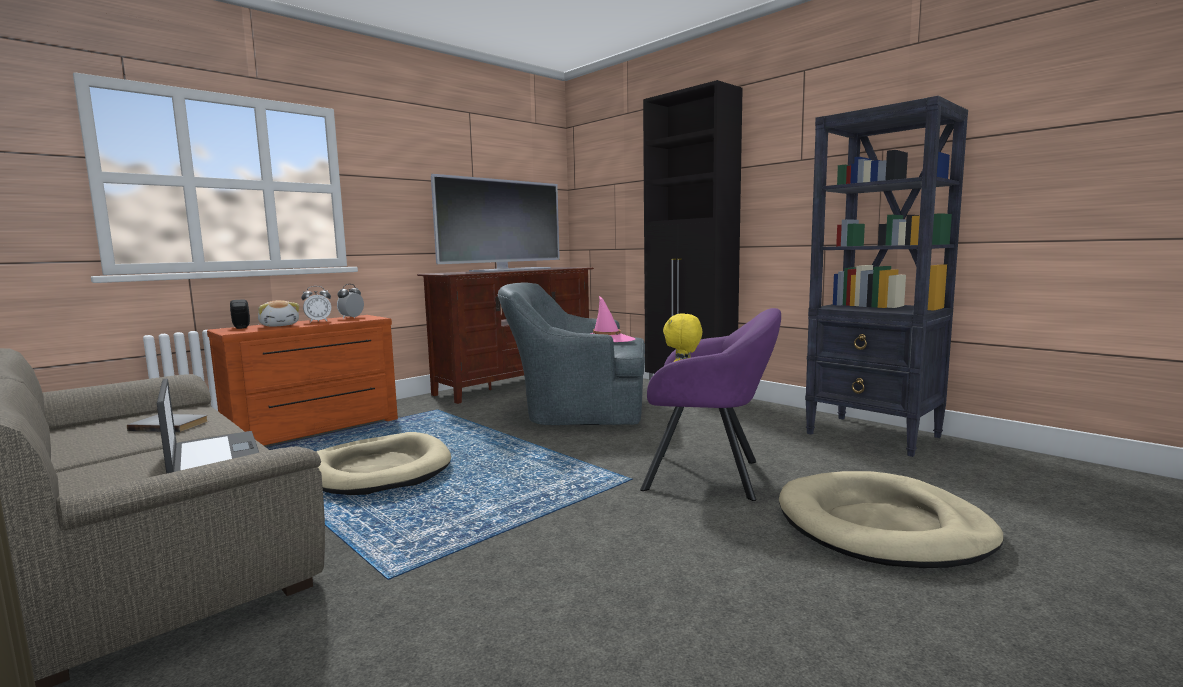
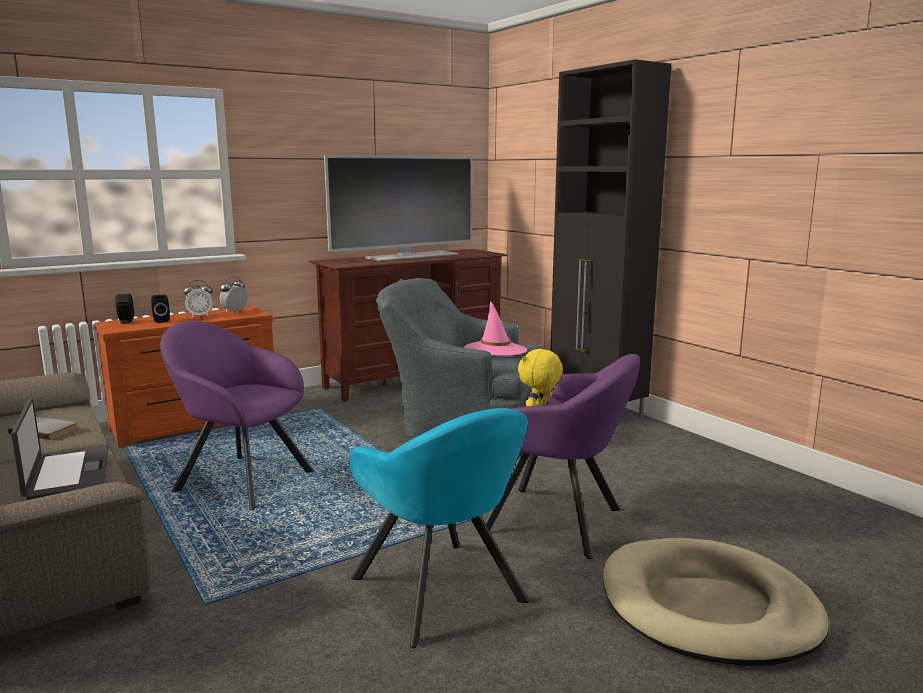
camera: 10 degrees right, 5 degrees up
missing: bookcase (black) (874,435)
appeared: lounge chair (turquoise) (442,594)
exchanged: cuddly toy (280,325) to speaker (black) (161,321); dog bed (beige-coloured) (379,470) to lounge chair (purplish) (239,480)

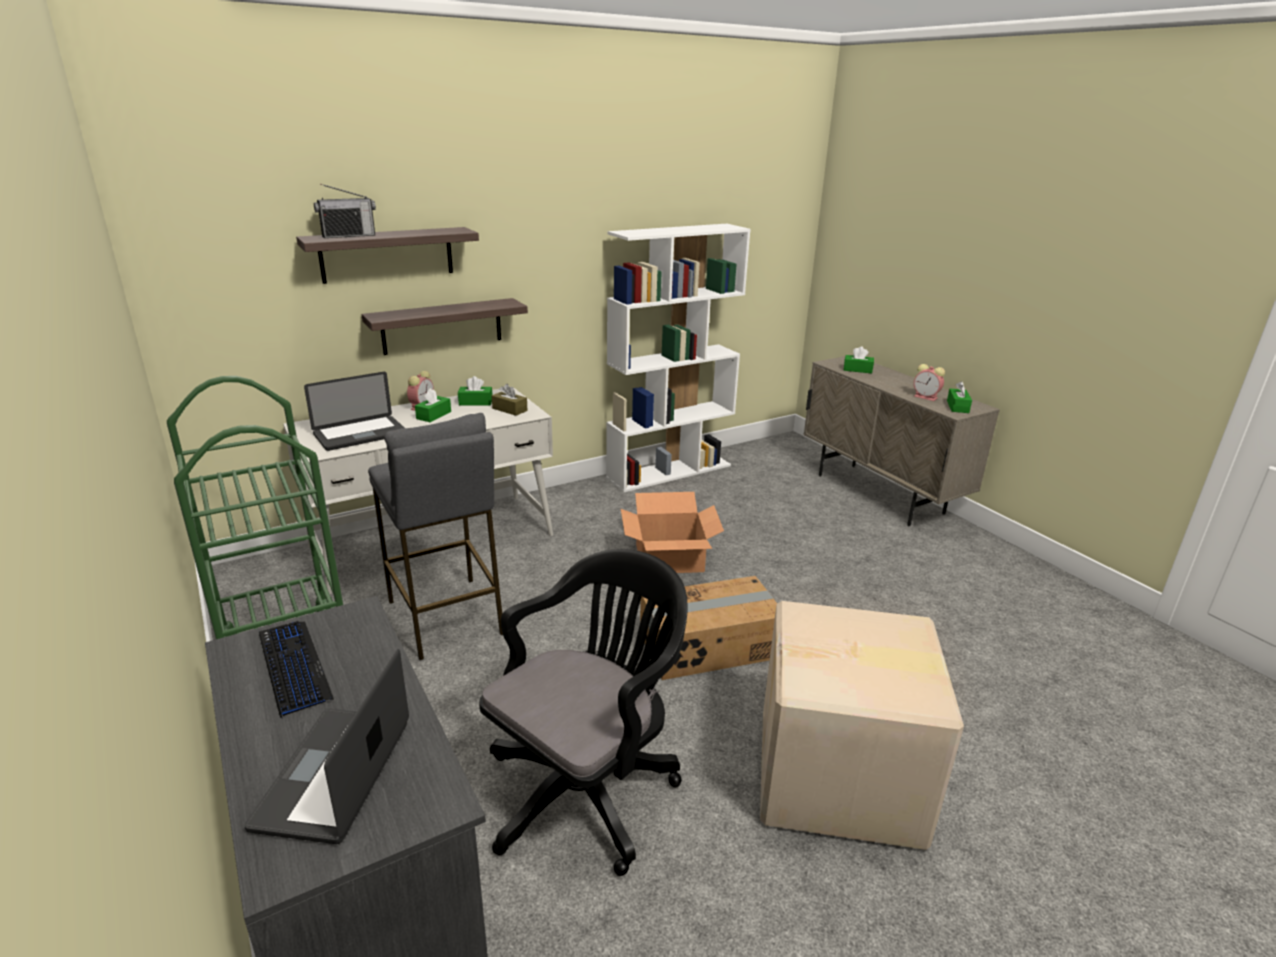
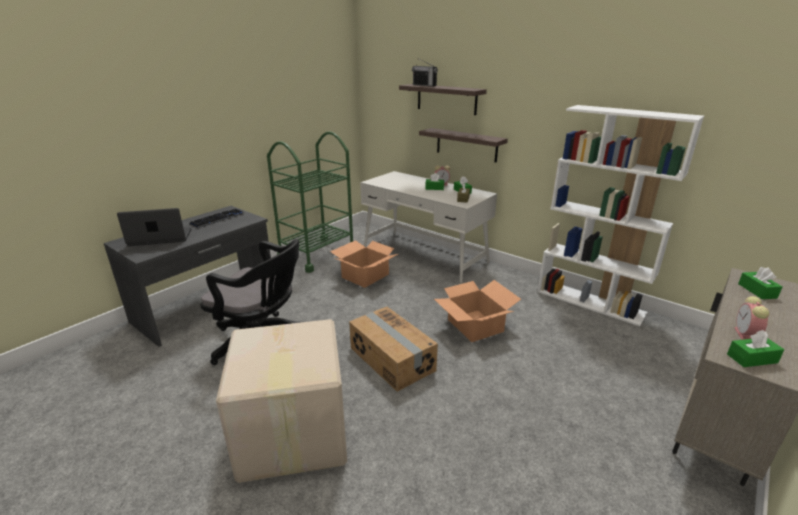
camera: 70 degrees right, 0 degrees up
missing: portable computer (360,434)
exchanged: stool (gray) (445,617) to packing box (365,276)

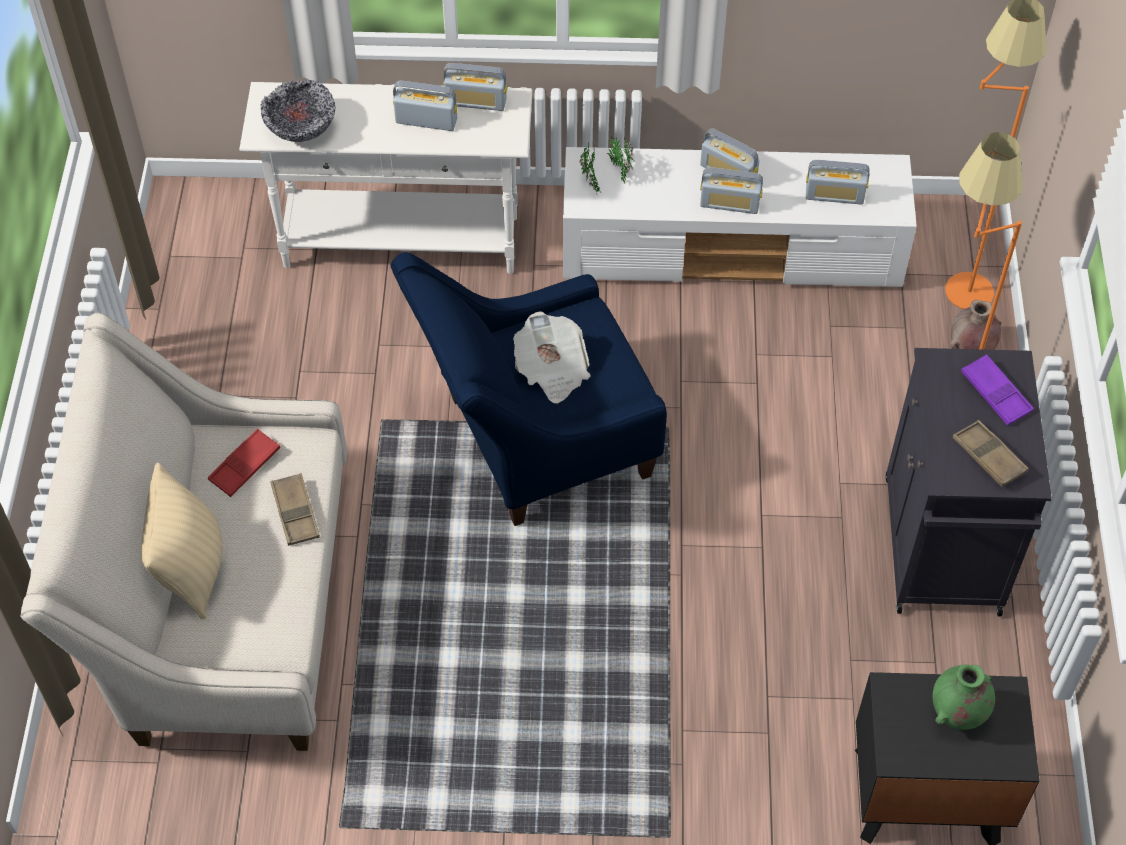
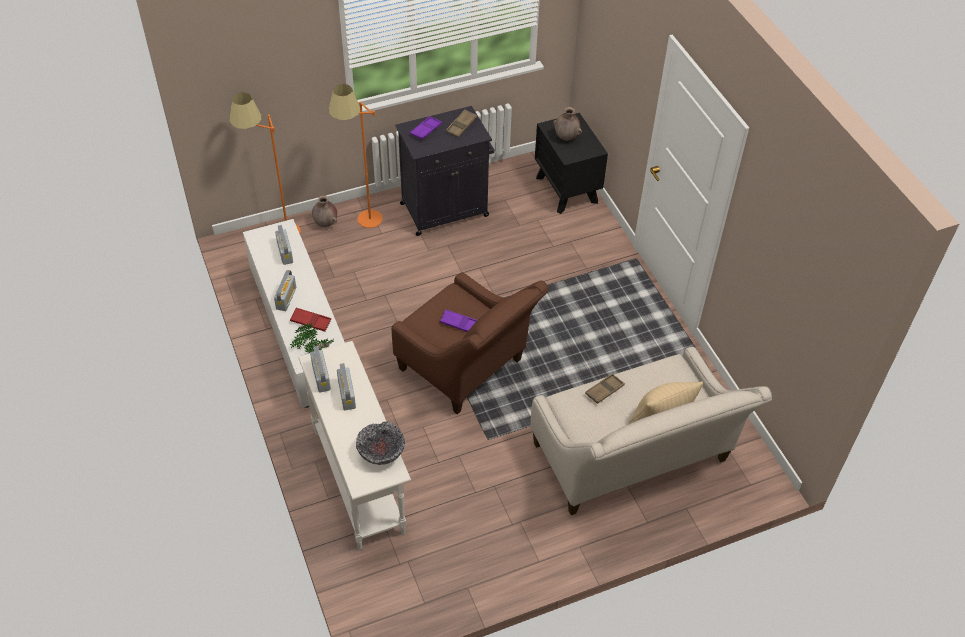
camera: 115 degrees left, 5 degrees down
missing: radio receiver (729,204)
relocated: serving tray (reddish) (245,466) to (310,321)
exchanged: printed paper (552,370) to serving tray (purplish) (460,324)
colour: lounge chair (blue-coloured) (533,442) to lounge chair (brown-coloured) (467,370); decorative vase (green-coloured) (957,714) to decorative vase (brown-coloured) (566,138)

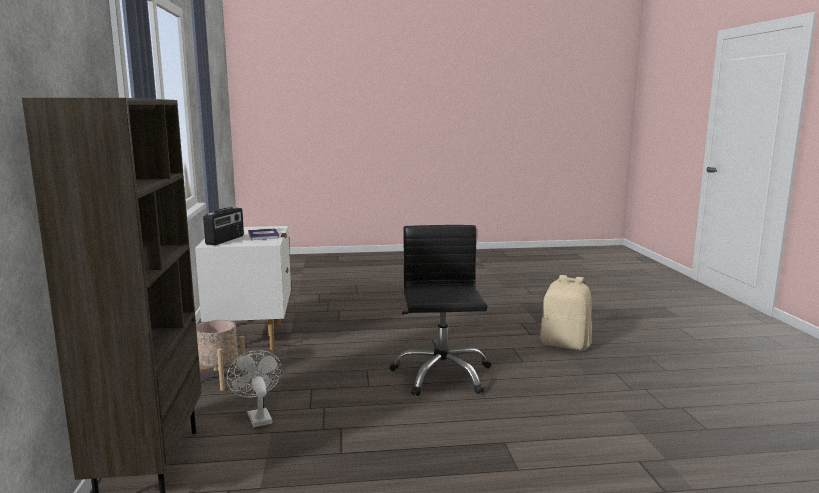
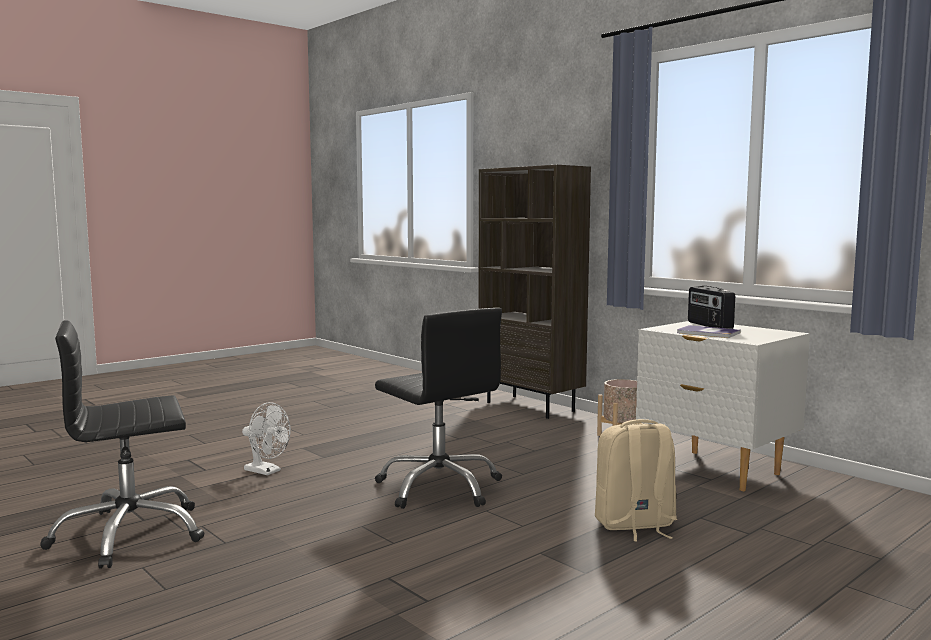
camera: 145 degrees right, 5 degrees down
appeared: office chair (black) (129,534)
relocated: backpack (beige-coloured) (565,344) to (634,525); cooling fan (white-coloured) (257,416) to (267,471)

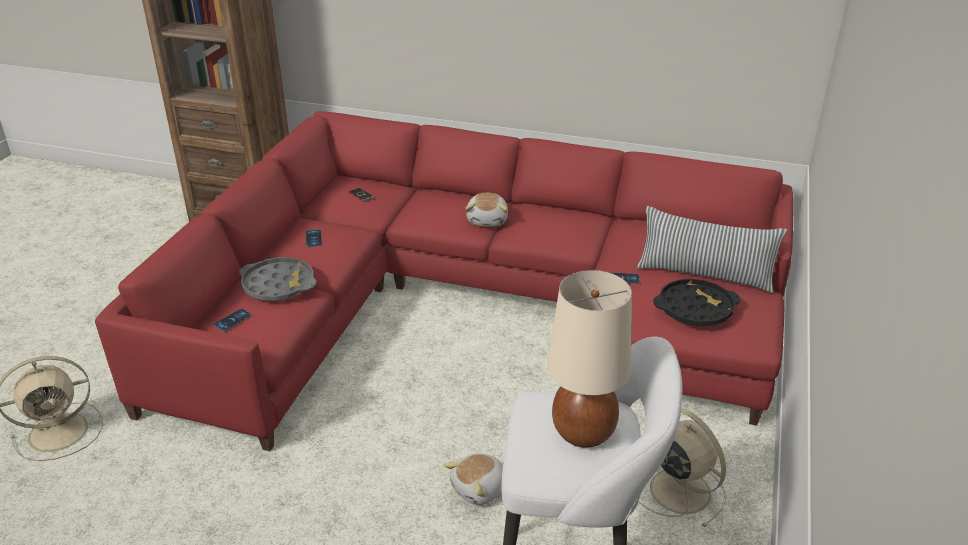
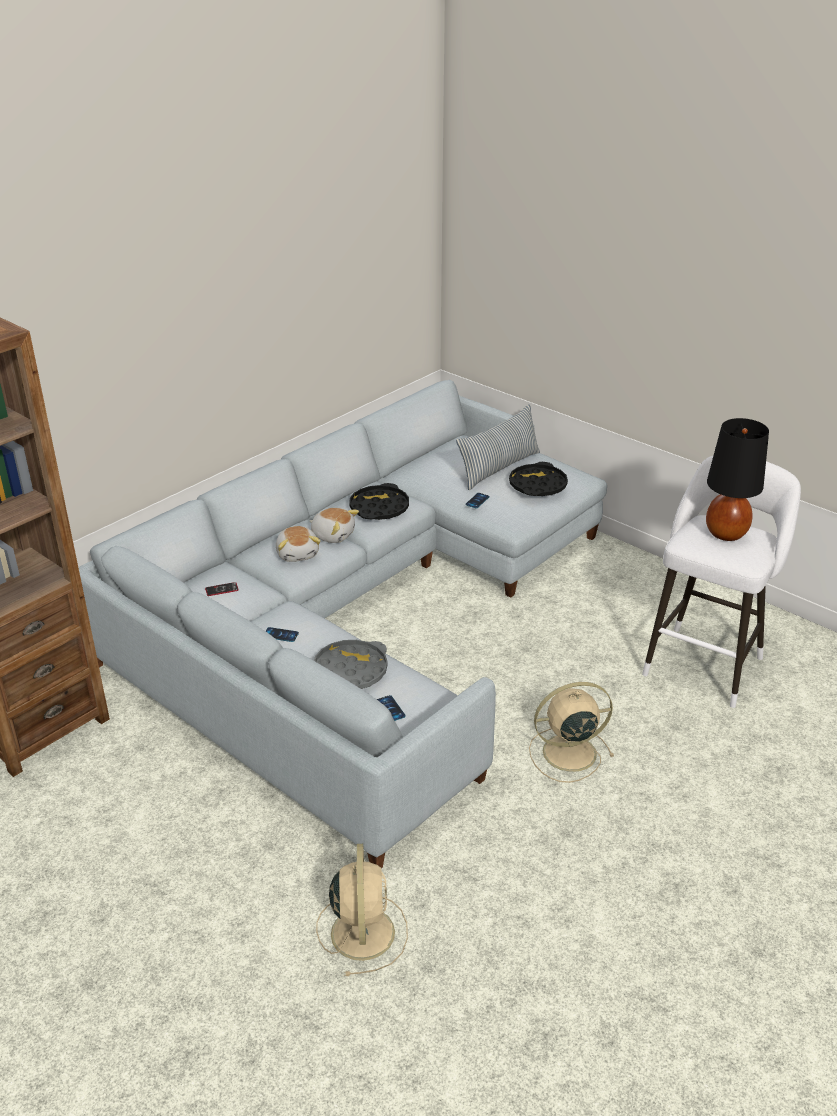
camera: 65 degrees left, 0 degrees up
appeared: serving tray (black) (379,508)
relocated: cooling fan (beige-coloured) (678,489) to (567,753); cuddly toy (480,489) to (298,554)
colour: settee (reddish) (471,306) to settee (gray) (360,615); table lamp (beige-coloured) (584,432) to table lamp (black) (726,533)

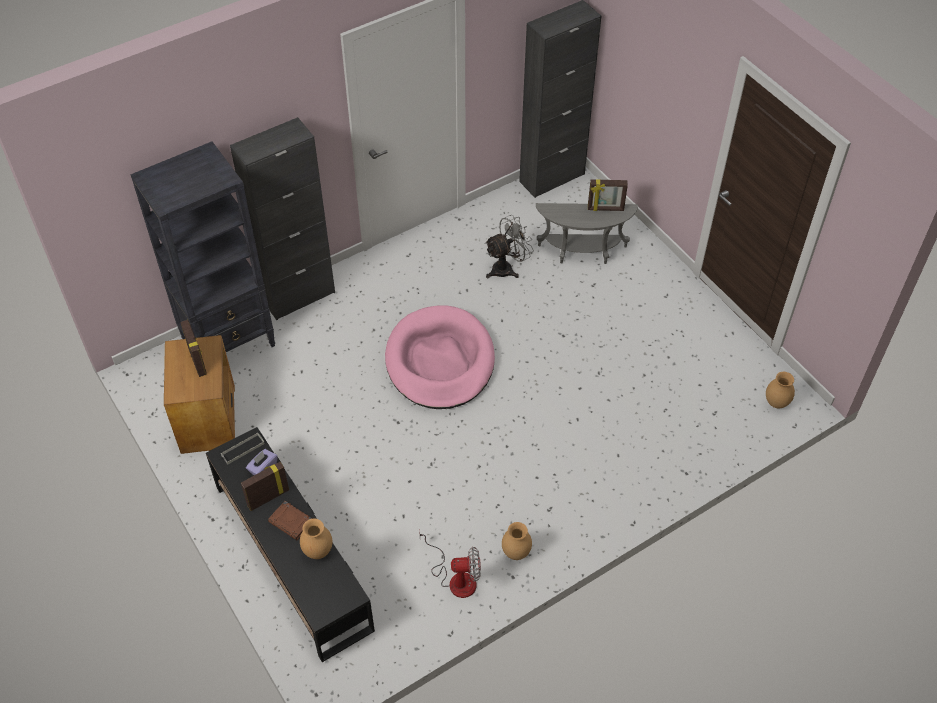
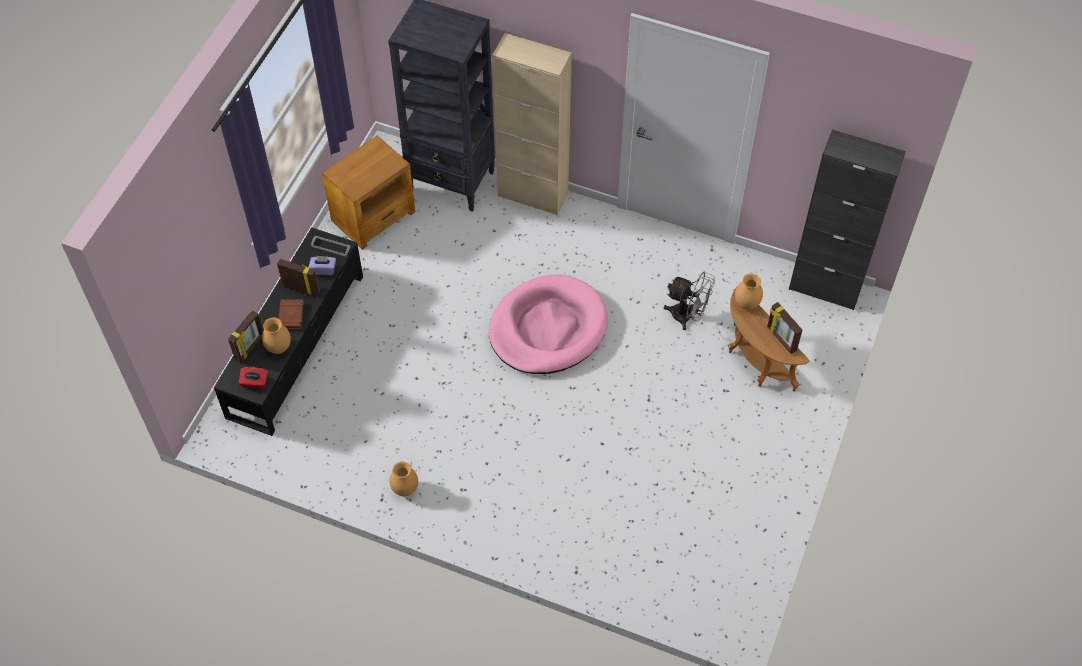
camera: 55 degrees right, 5 degrees up
missing: cooling fan (455,578)
appeared: tissue holder (reddish) (255,383)
relocated: standing frame (198,361) to (250,348); decorative vase (brown-coloured) (776,403) to (746,304)
colour: cabinet (black) (299,296) to cabinet (beige-coloured) (532,195); end table (gray) (582,253) to end table (brown-coloured) (755,362)

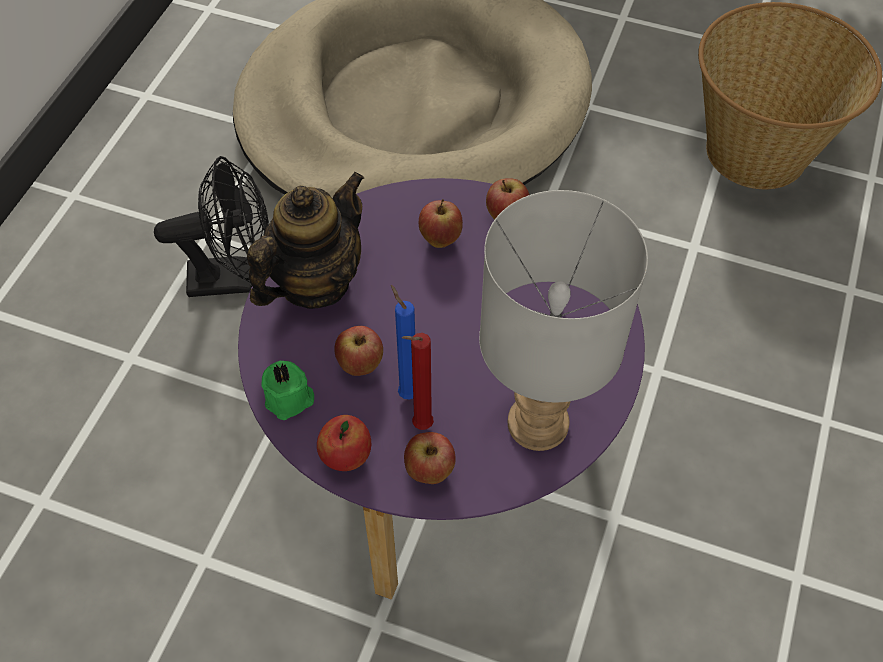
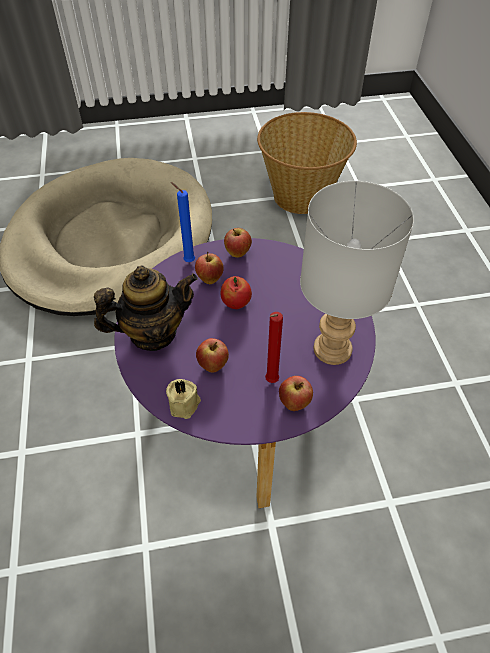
camera: 30 degrees left, 5 degrees down
missing: cooling fan (black) (235,278)
relocated: wax light (blue-coloured) (406,392) to (187,261); whole apple (346,456) to (236,303)
colour: wax light (green-coloured) (290,400) to wax light (beige-coloured) (185,405)
spun: tea pot (314,282) = (153,333) 60 degrees clockwise

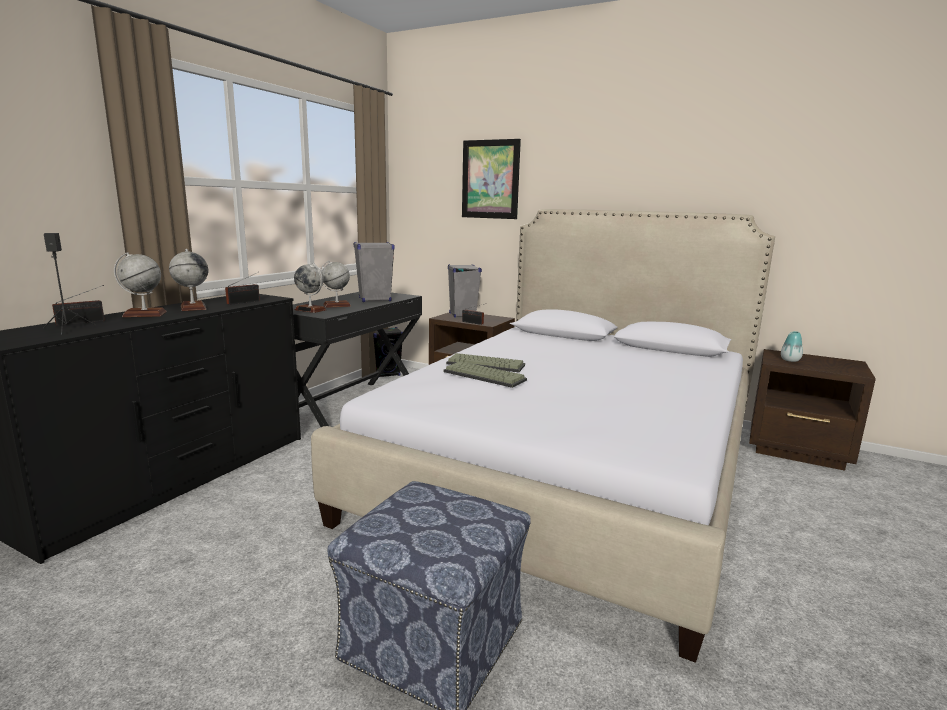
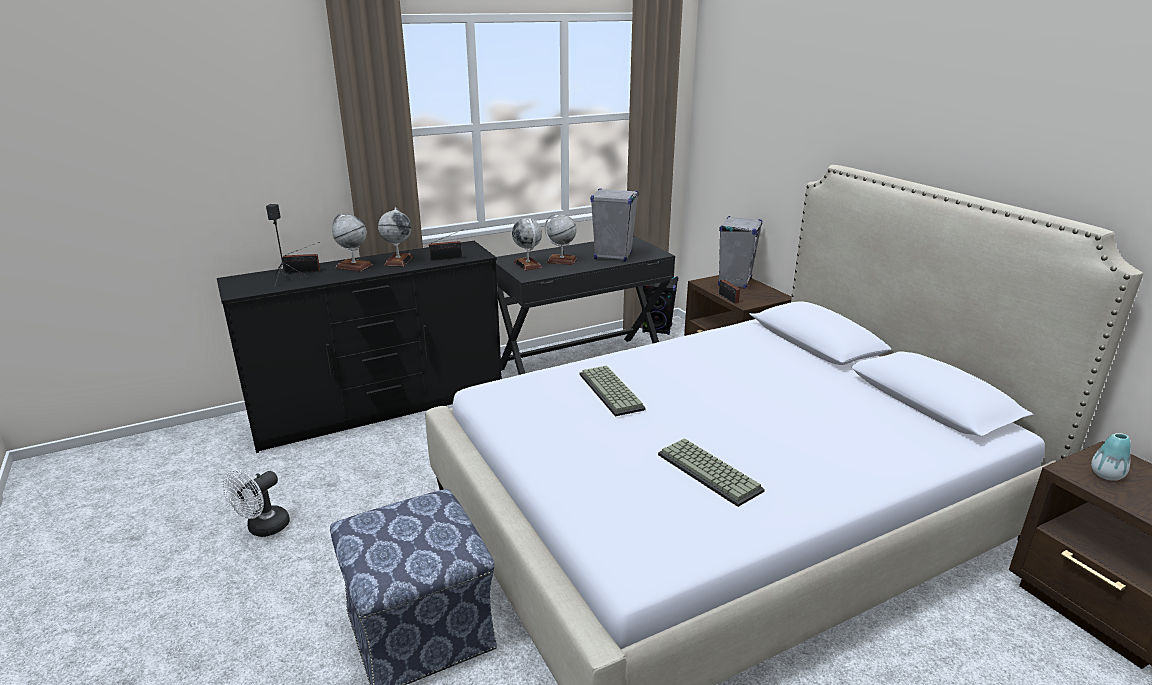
camera: 35 degrees right, 10 degrees up
missing: picture (490,179)
appeared: cooling fan (white-coloured) (263,529)
relocated: keyboard (487,364) to (711,472)

